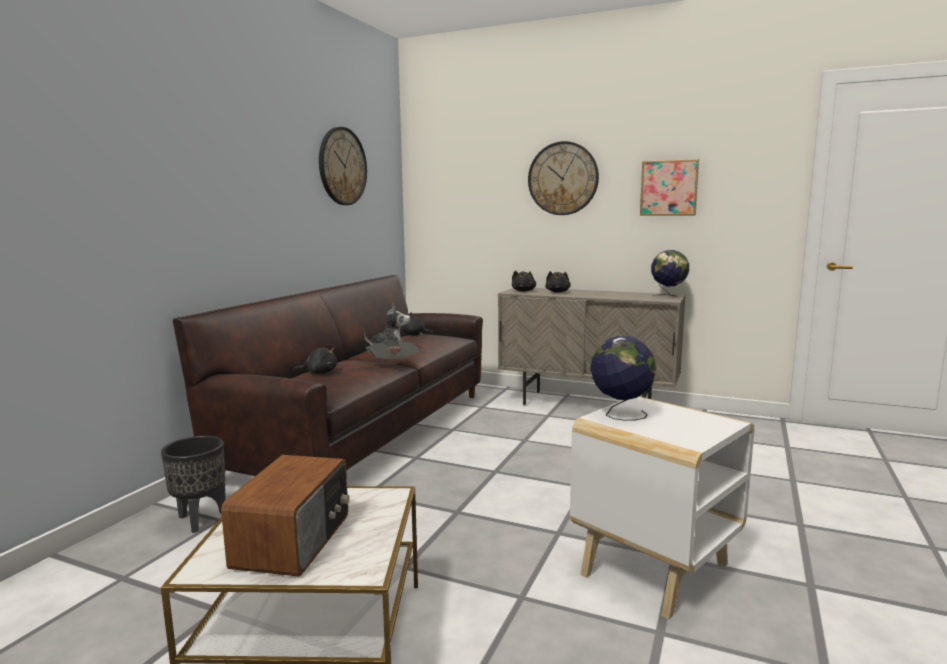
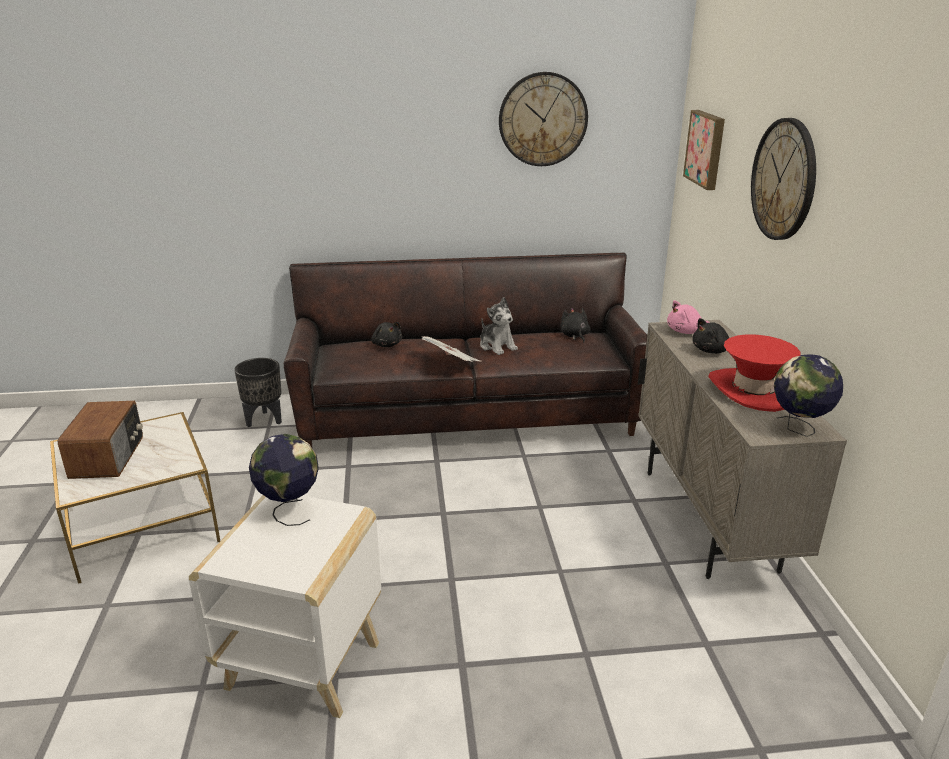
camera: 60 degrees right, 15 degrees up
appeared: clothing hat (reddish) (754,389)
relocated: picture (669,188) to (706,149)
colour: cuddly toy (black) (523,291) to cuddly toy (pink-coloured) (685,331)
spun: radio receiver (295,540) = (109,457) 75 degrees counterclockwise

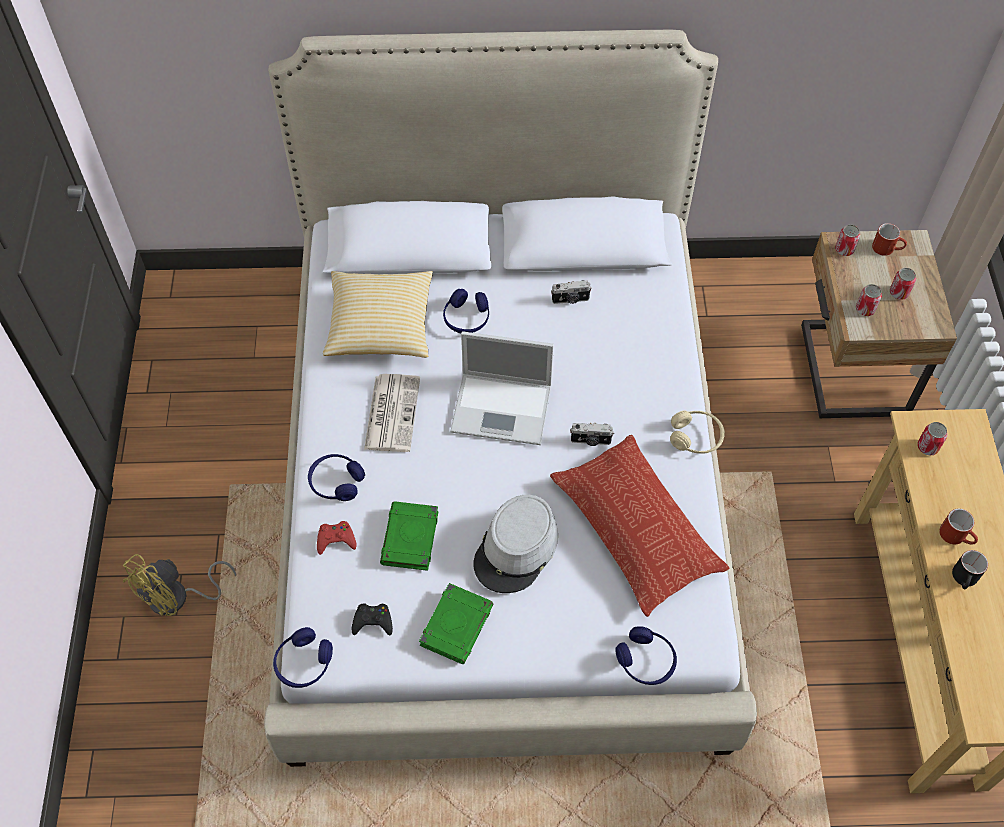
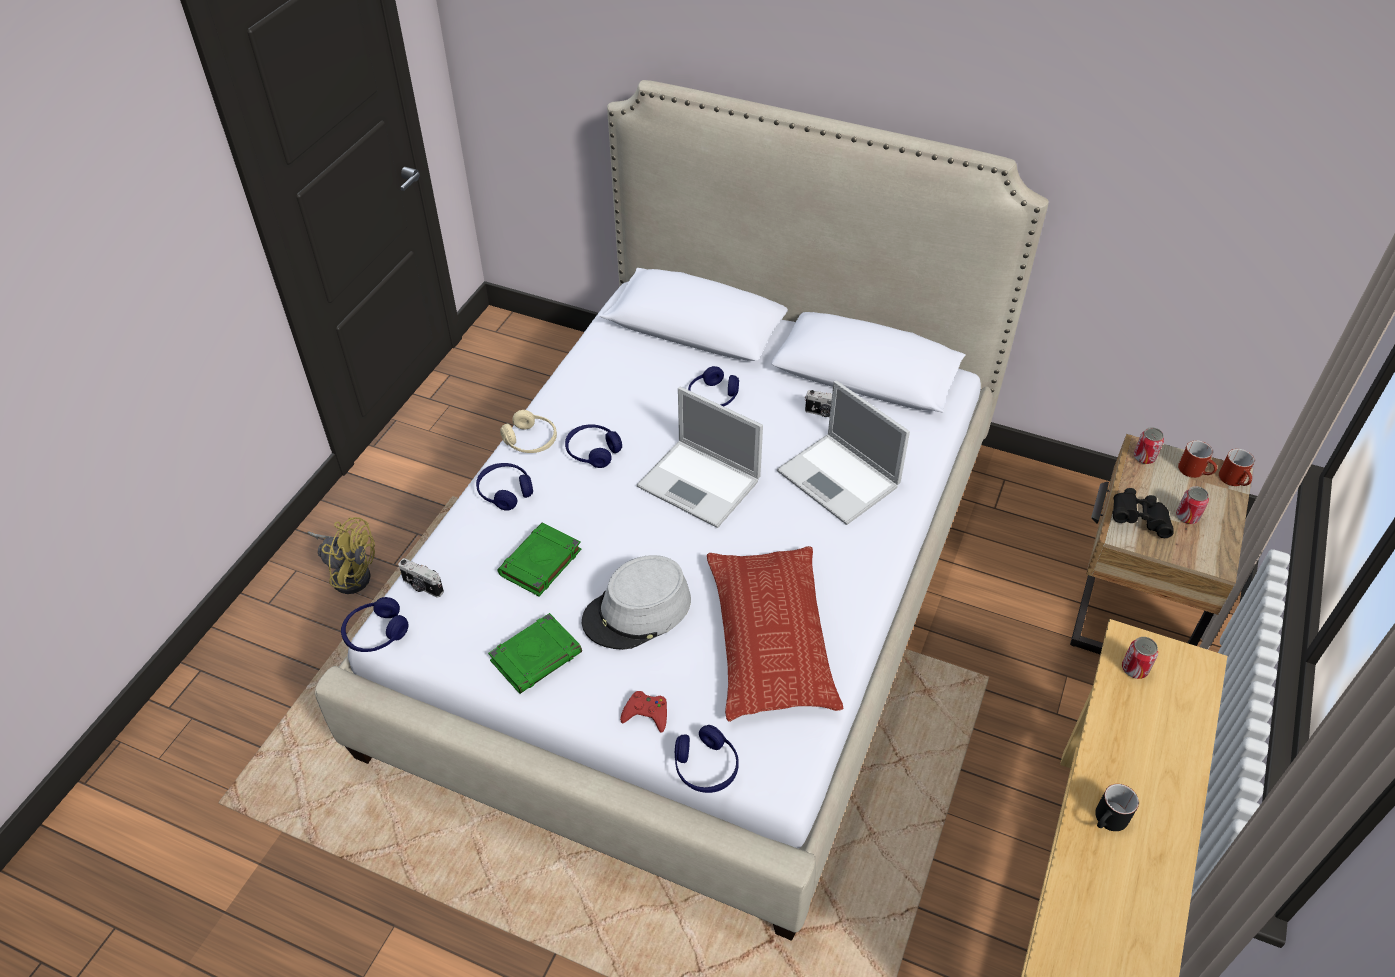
camera: 25 degrees right, 10 degrees down
missing: pillow (380,326); game controller (black) (373,621)
appeared: portable computer (840,479)
relocated: headphones (beige-coloured) (696,437) to (530,441); photo camera (590,441) to (422,587); coffee mug (reddish) (957,536) to (1235,480); game controller (reddish) (336,539) to (646,714)
exchanged: can (865,309) to field glasses (black) (1138,519); printed paper (392,412) to headphones (blue-coloured) (593,451)
spun: cooling fan (yellow) (177,598) = (349,573) 135 degrees counterclockwise

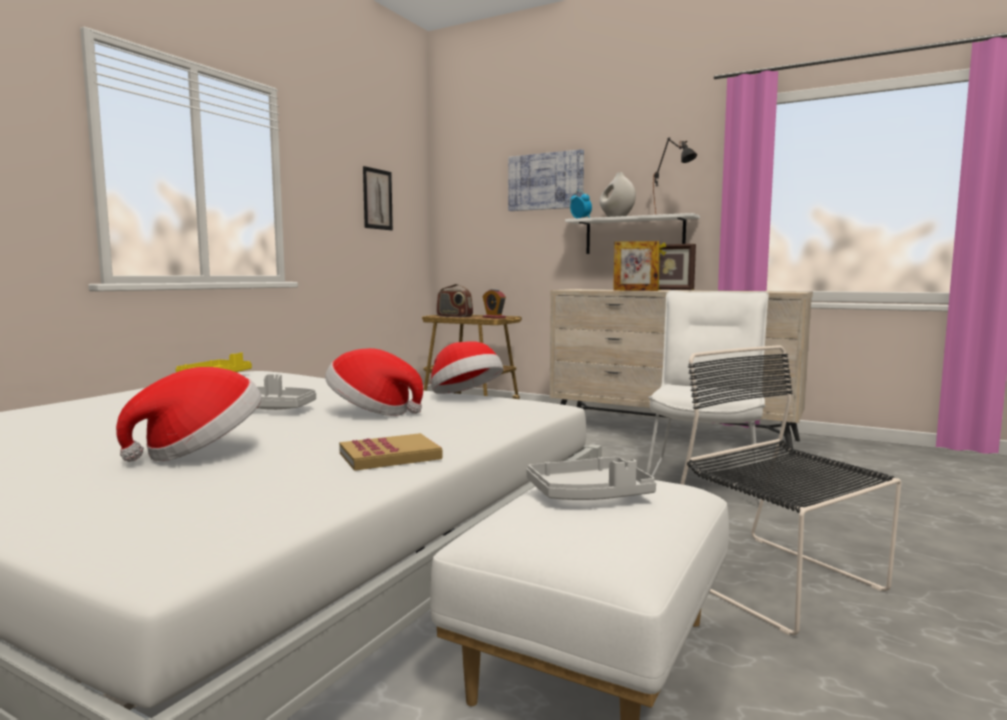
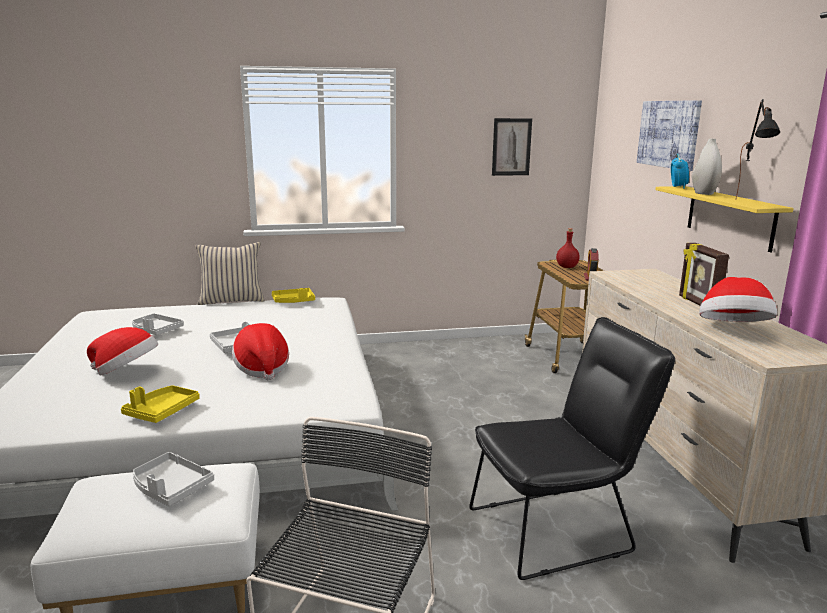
camera: 50 degrees right, 10 degrees up
missing: standing frame (635,290)
appeared: pillow (beige-coloured) (232,300); serving tray (gray) (156,331)
relocated: clothing hat (465,397) to (733,329)
exchanged: radio receiver (454,316) to drink bottle (reddish) (567,267); bound book (390,456) to serving tray (yellow) (161,411)
colour: wall shelf (white-coloured) (634,235) to wall shelf (yellow) (729,217); chair (white-coloured) (705,478) to chair (black) (559,528)

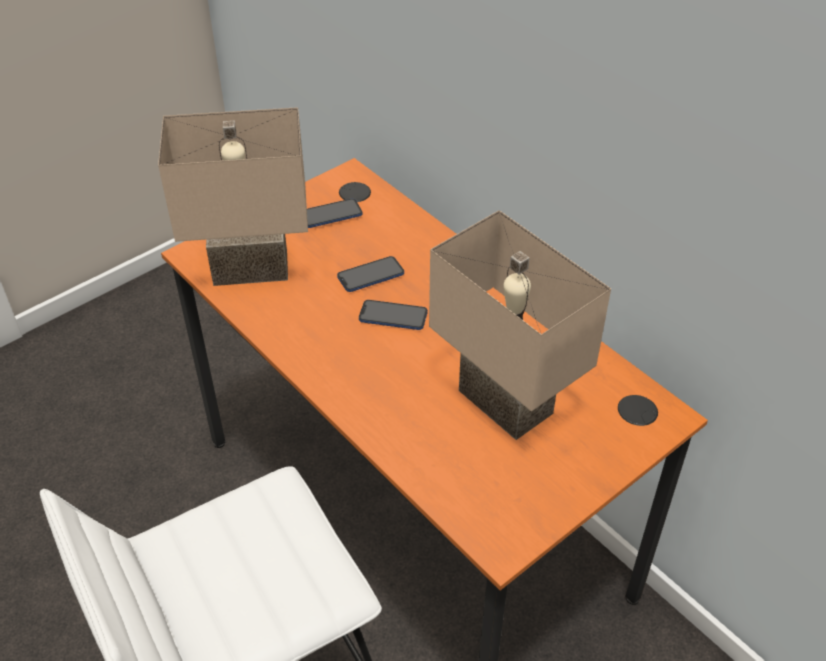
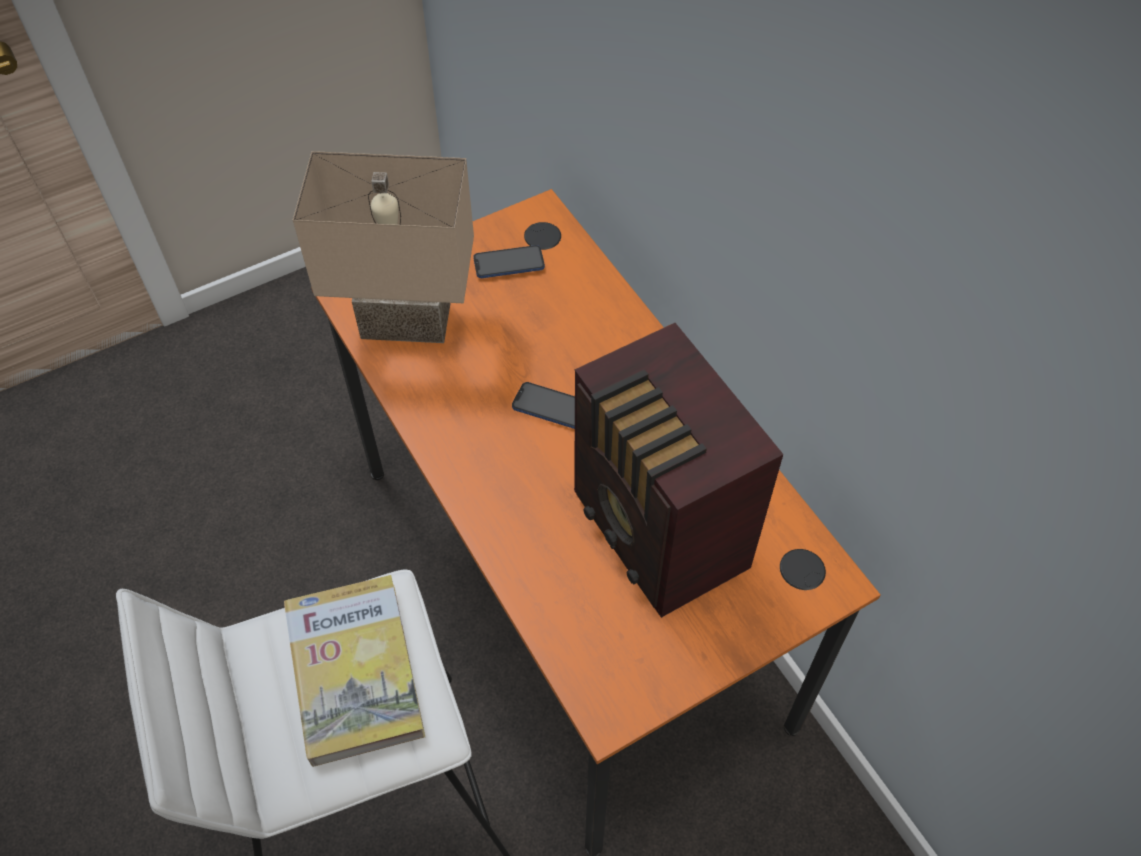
camera: 10 degrees right, 10 degrees up
missing: handset (370,275)
appeared: bound book (354,671)
exchanged: table lamp (beige-coloured) (509,400) to radio receiver (659,534)

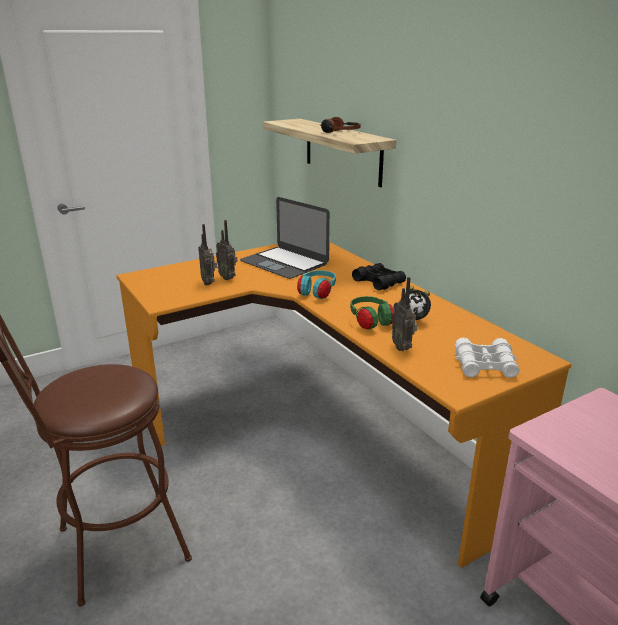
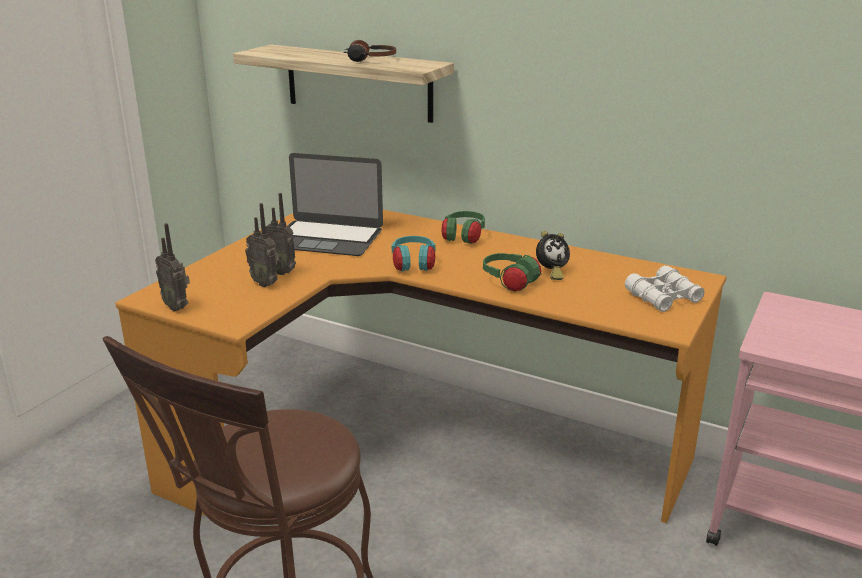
camera: 30 degrees left, 0 degrees up
relocated: radio receiver (402,347) to (177,307)
exchanged: field glasses (black) (378,282) to headphones (green-coloured) (463,238)

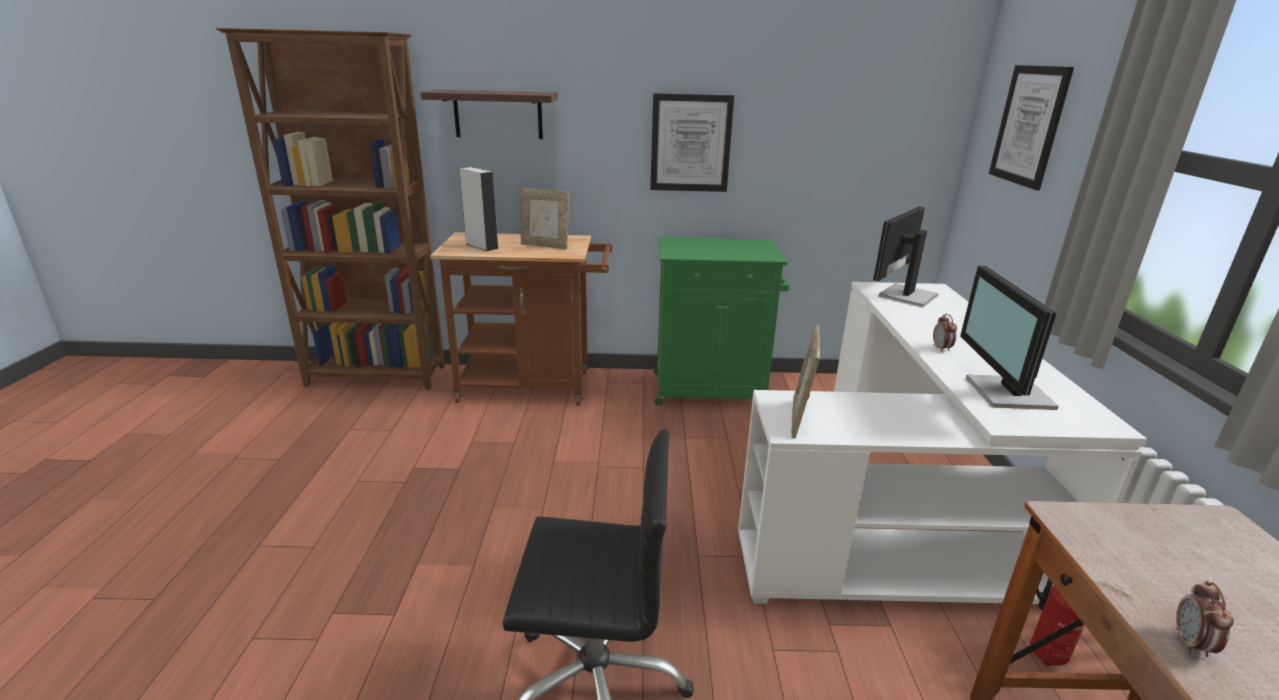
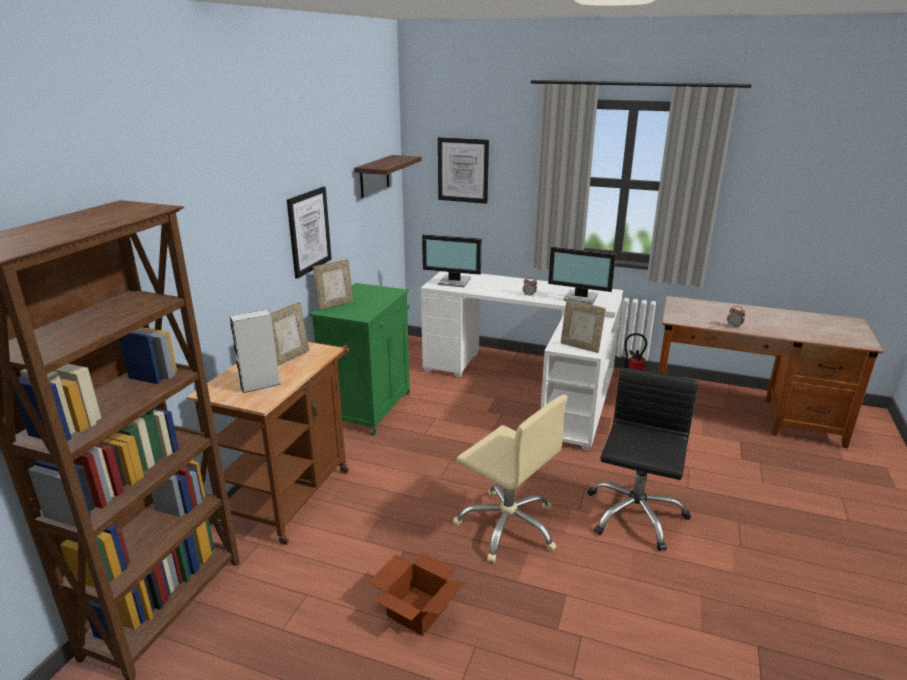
camera: 70 degrees left, 0 degrees up
appeared: standing frame (335,304); office chair (beige-coloured) (508,526); packing box (416,609)
relocated: wall shelf (498,114) to (374,176)
spun: computer screen (905,295) = (454,282) 45 degrees counterclockwise

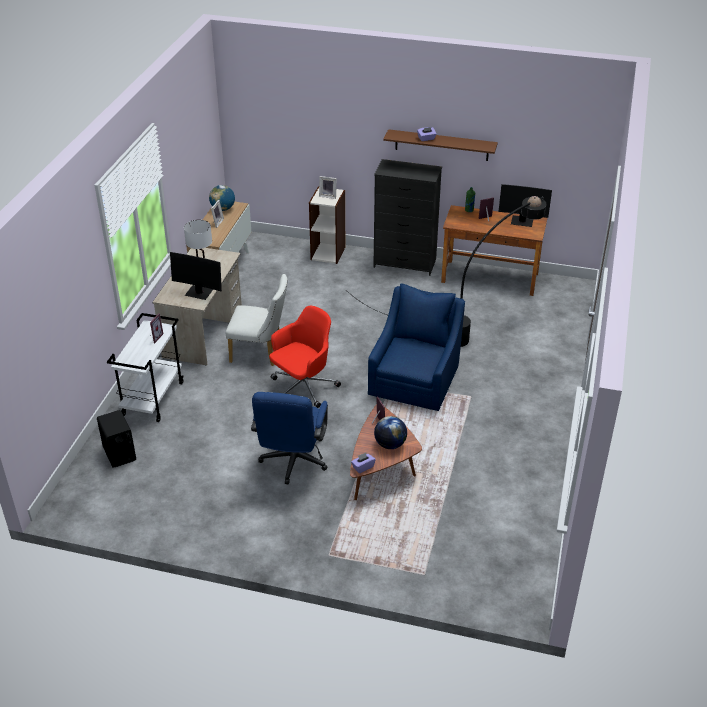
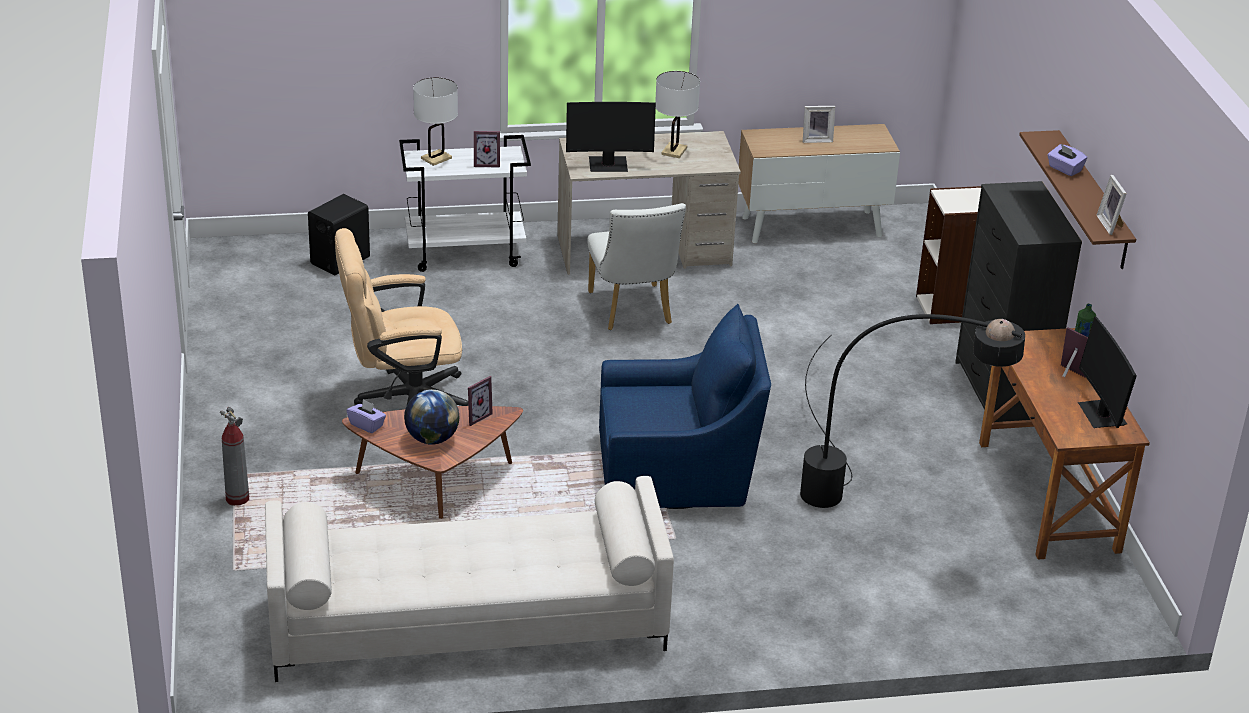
camera: 65 degrees right, 5 degrees down
missing: world globe (223,209); office chair (reddish) (303,387)
appeared: table lamp (white-coloured) (436,158); extinguisher (237,499); settee (white-coloured) (466,624)
relocated: standing frame (328,196) to (1111,225)
colour: office chair (blue-coloured) (292,463) to office chair (beige-coloured) (402,400)
spun: computer screen (199,293) = (608,165) 90 degrees counterclockwise

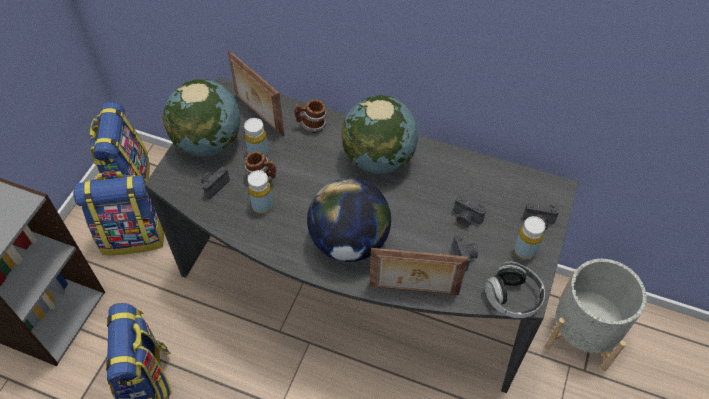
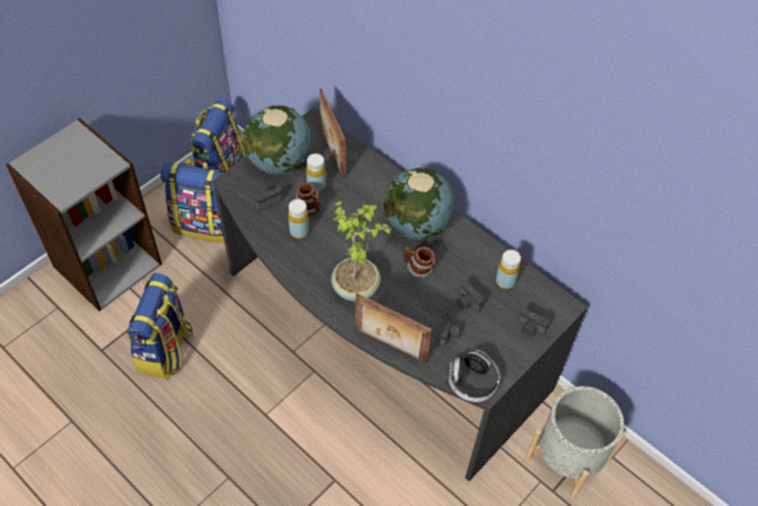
camera: 20 degrees right, 0 degrees up
relocated: coffee mug (311,126) to (418,269); drink bottle (yellow) (524,251) to (505,281)
exchanged: world globe (349,242) to plant in a pot (356,287)

